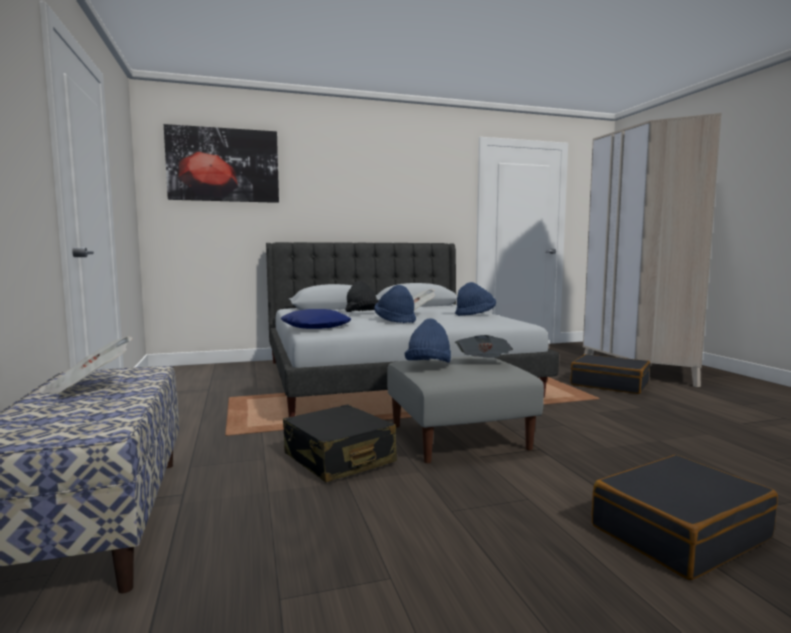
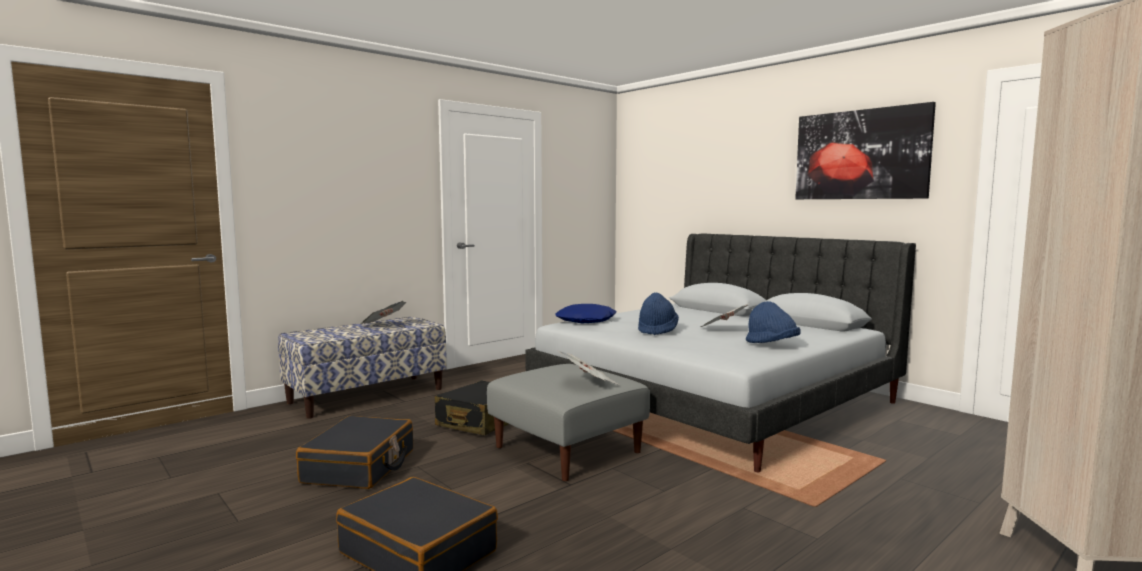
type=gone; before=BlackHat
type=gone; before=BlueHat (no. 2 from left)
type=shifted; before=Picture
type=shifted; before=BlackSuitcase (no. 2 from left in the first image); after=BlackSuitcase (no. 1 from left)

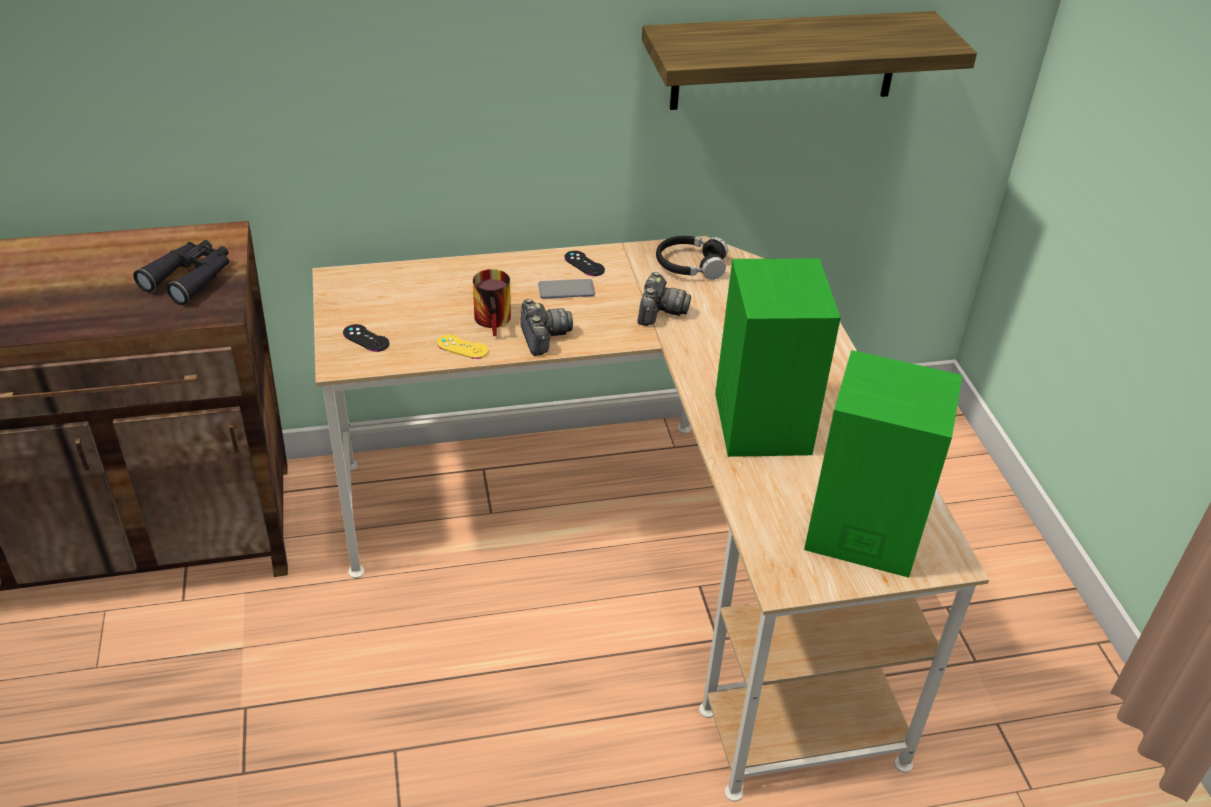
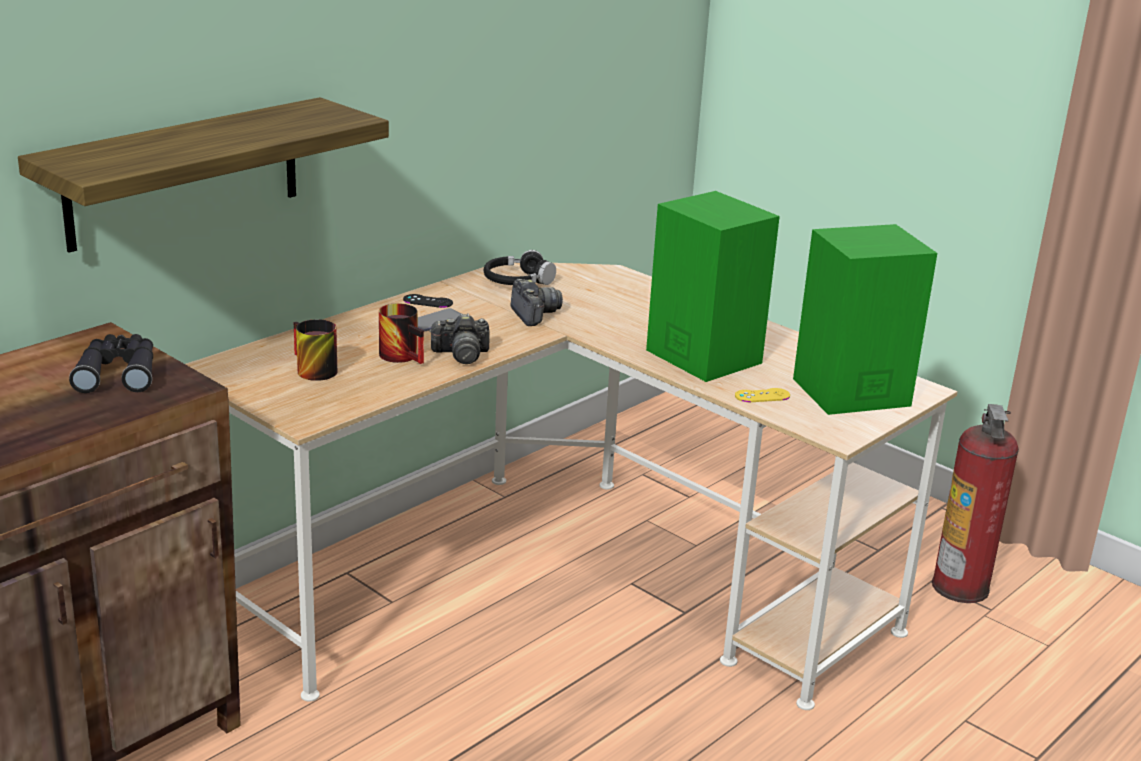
type=gone; before=BlackGameController (no. 1 from left)
type=new; after=Mug (no. 1 from left)
type=new; after=FireExtinguisher
type=shifted; before=YellowGameController
type=shifted; before=Shelf
type=rotated; before=PhotoCamera (no. 1 from left); turn=135

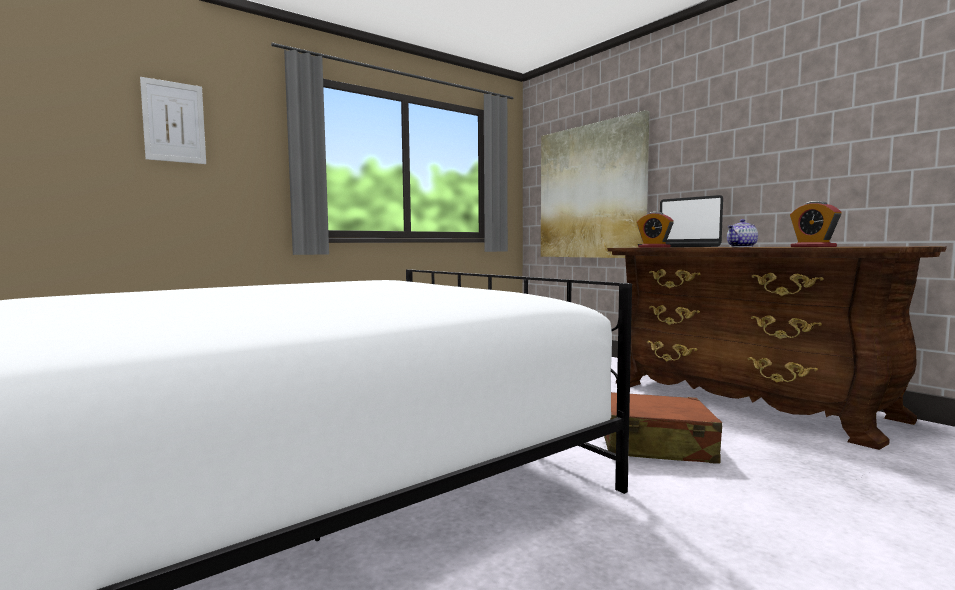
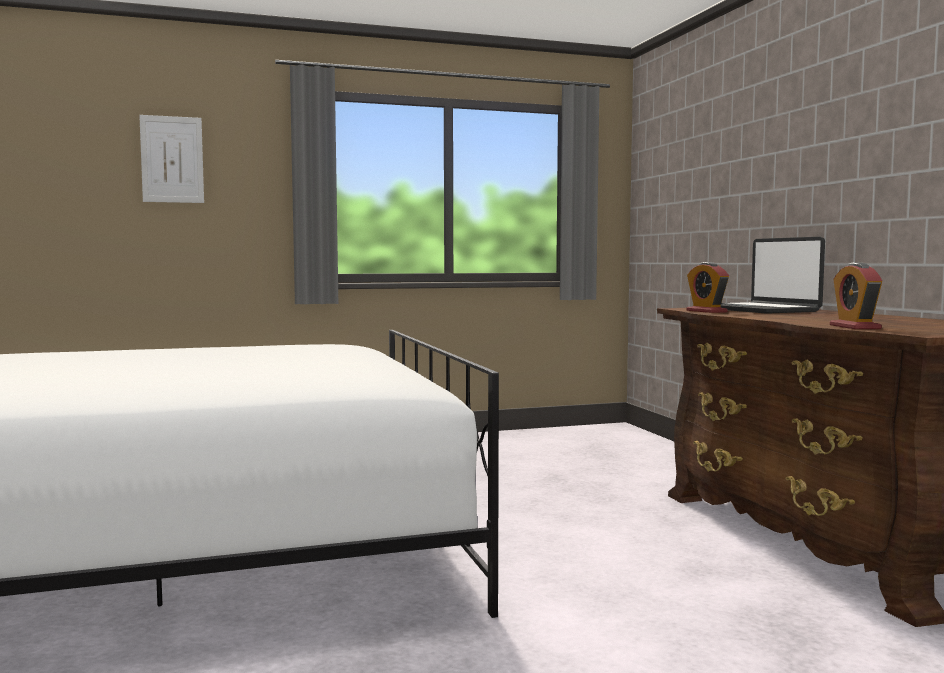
type=gone; before=Picture (no. 2 from left)
type=gone; before=BrownSuitcase
type=gone; before=Teapot

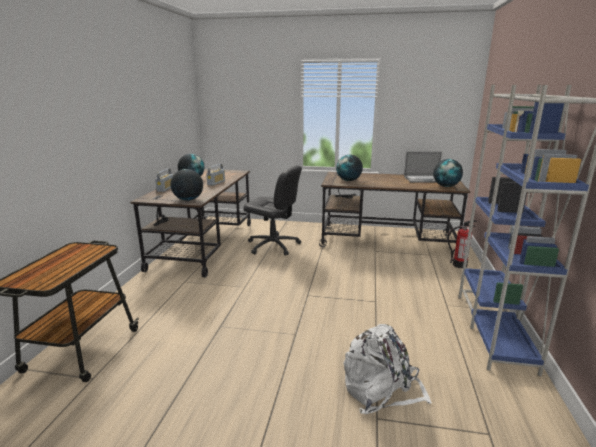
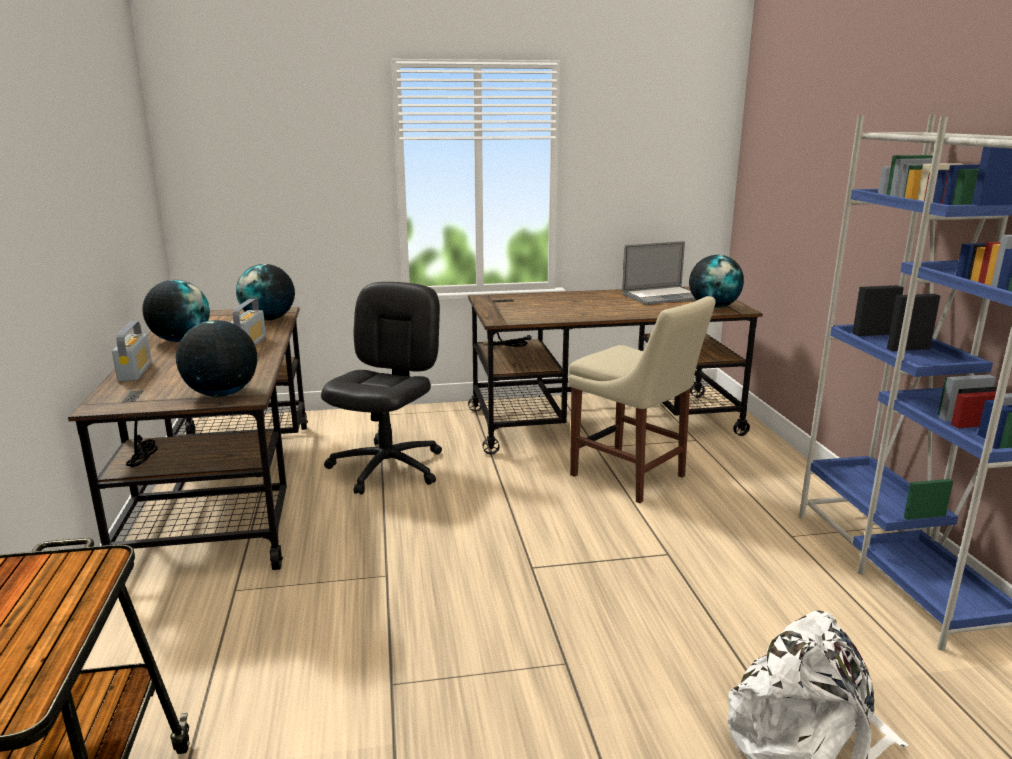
type=gone; before=FireExtinguisher
type=new; after=BeigeChair
type=shifted; before=Globe (no. 3 from left)
type=rotated; before=BlackOfficeChair; turn=-75

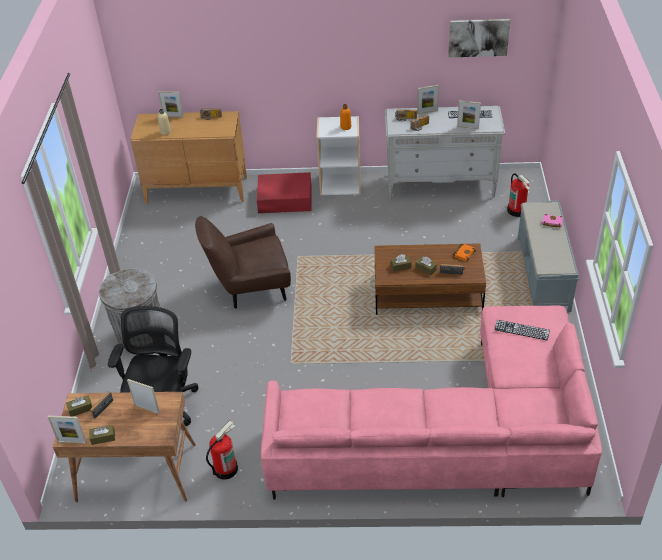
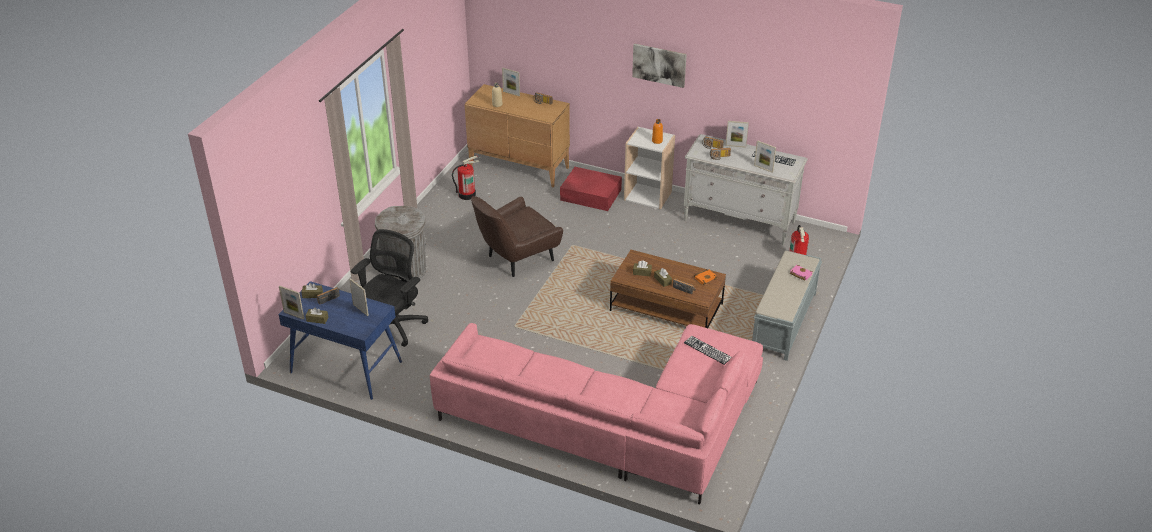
type=shifted; before=FireExtinguisher (no. 1 from left)
type=shifted; before=Picture
type=repainted; before=BrownDesk; after=BlueDesk
type=rotated; before=BrownArmchair; turn=-45

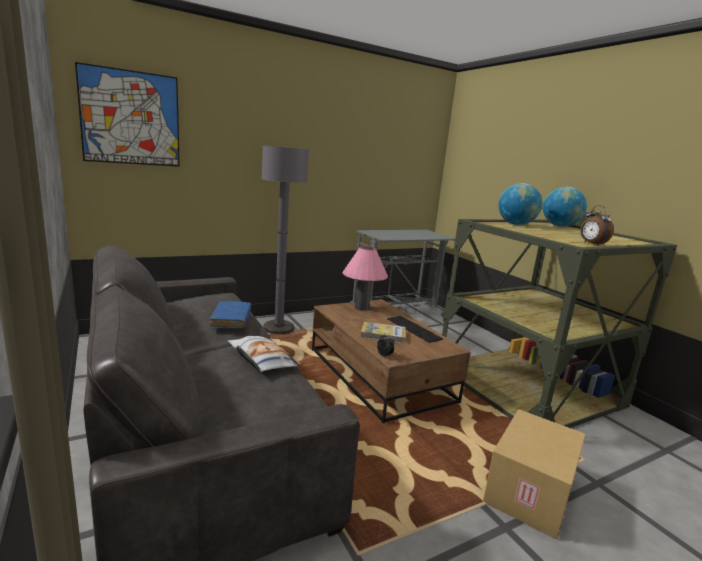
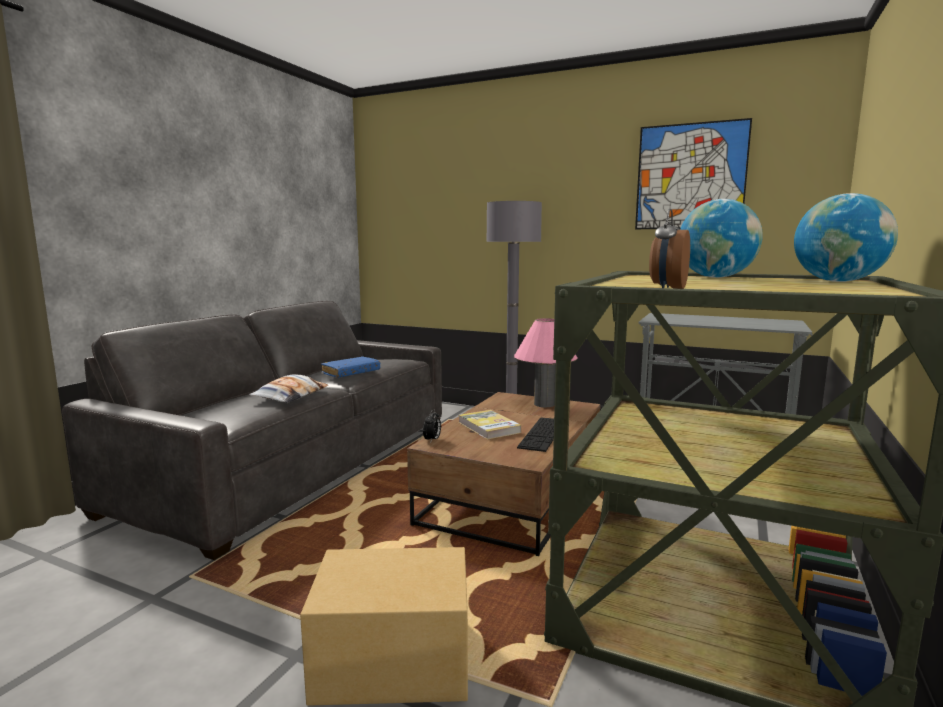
type=shifted; before=Picture

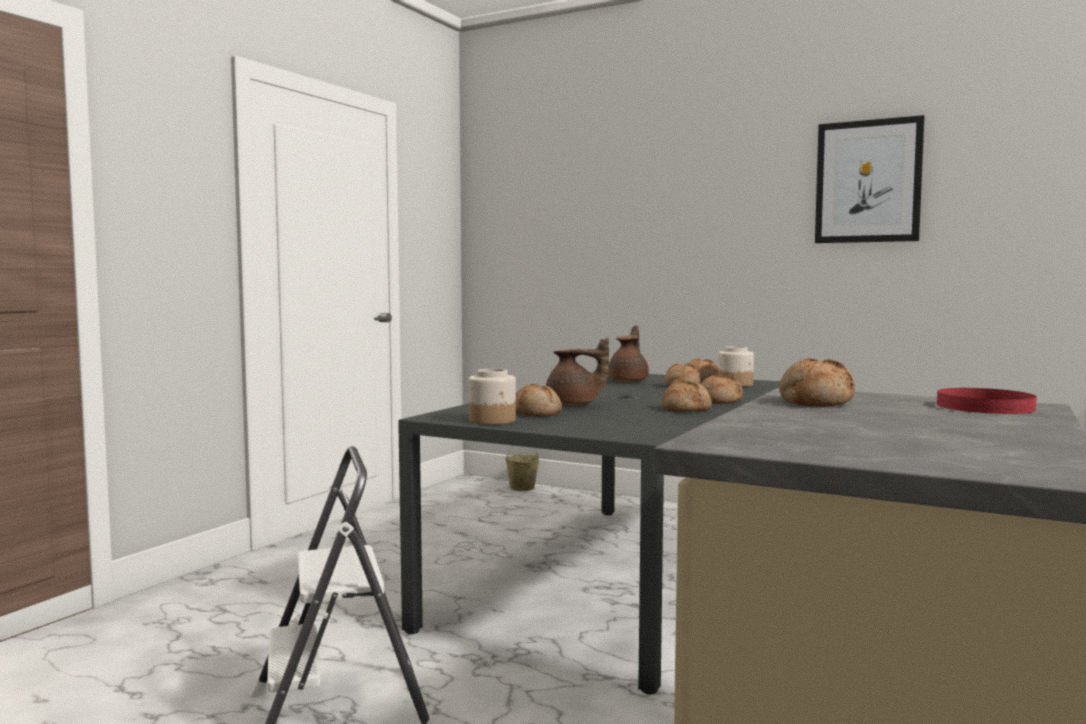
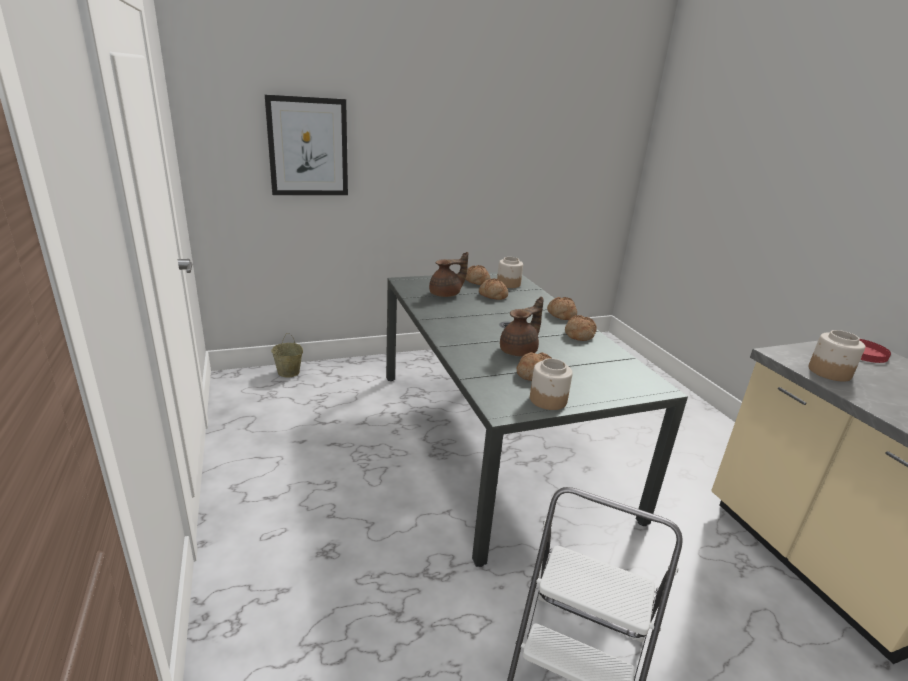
type=shifted; before=Picture
type=swapped; before=Bread (no. 6 from left); after=Jar (no. 3 from left)
type=rotated; before=BrownTeapot (no. 2 from left in the first image); turn=90

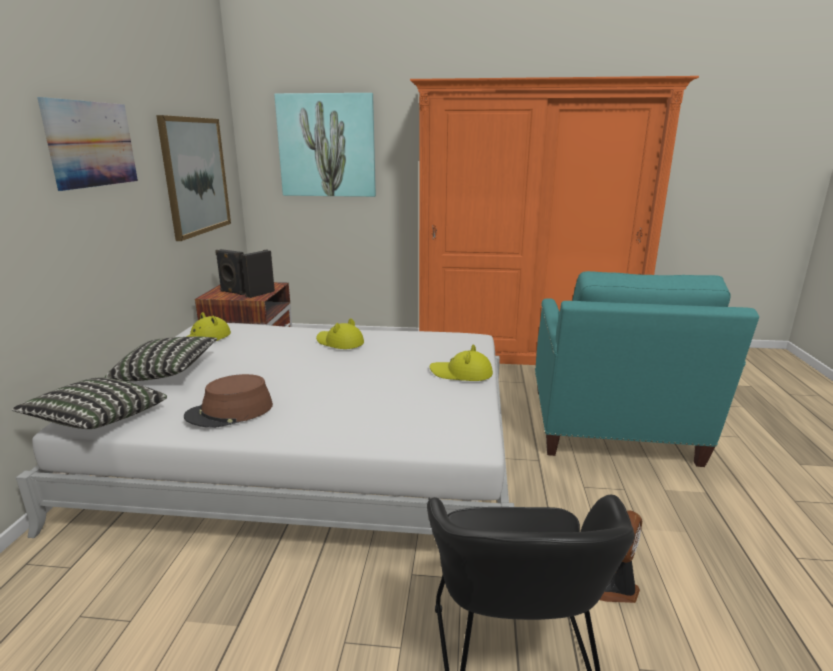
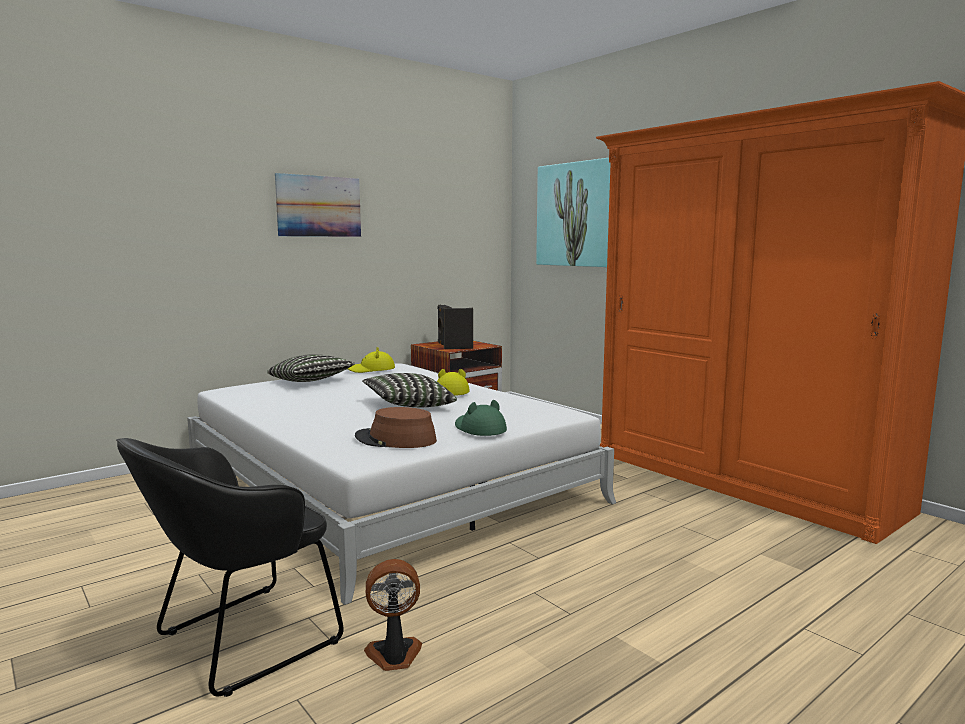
type=gone; before=Picture (no. 2 from left)
type=gone; before=TurquoiseArmchair
type=shifted; before=Pillow (no. 1 from left in the first image); after=Pillow (no. 2 from left)
type=shifted; before=BrownHat
type=repainted; before=YellowHat (no. 3 from left); after=GreenHat

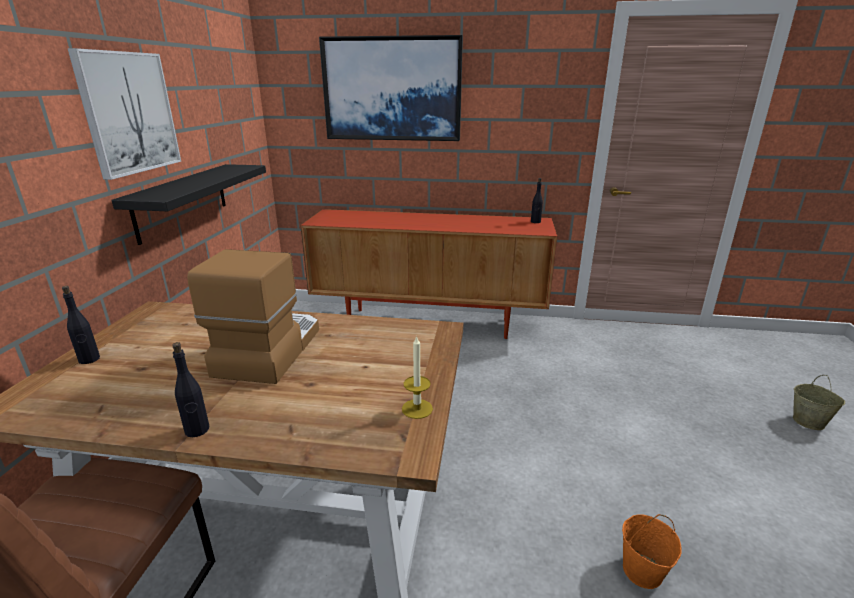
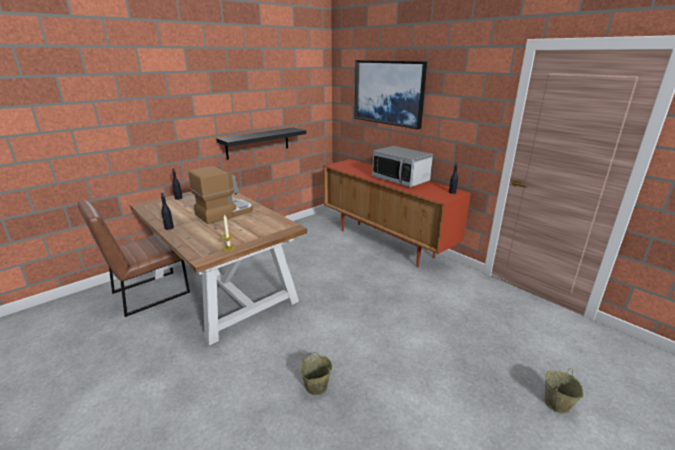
type=gone; before=Picture (no. 1 from left)
type=new; after=Microwave
type=repainted; before=OrangeBucket; after=BeigeBucket (no. 1 from left)

